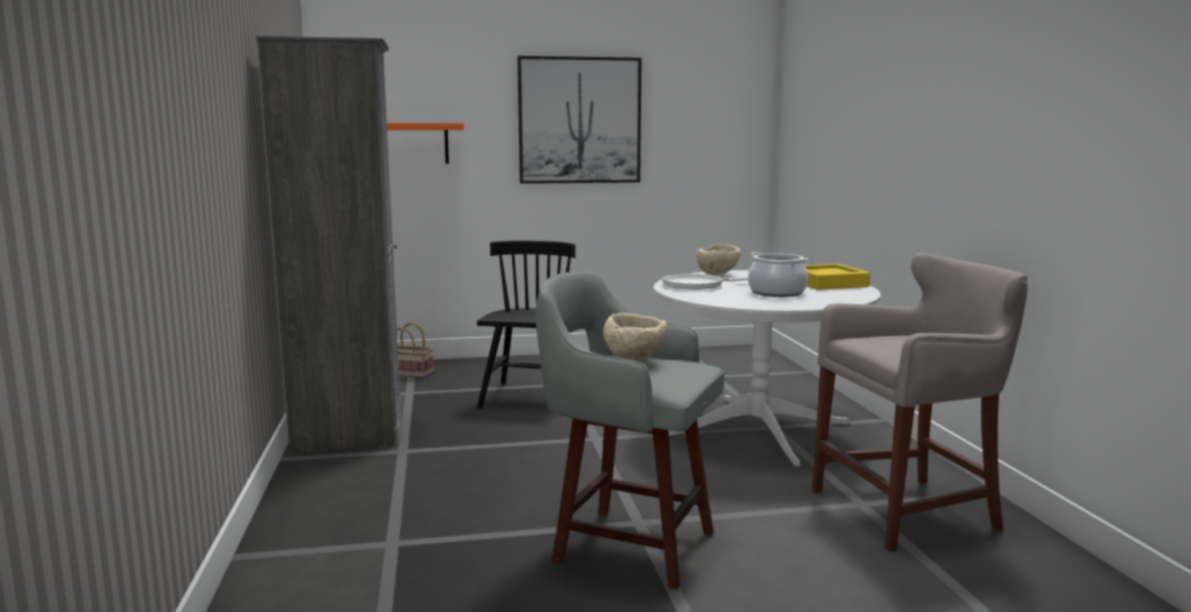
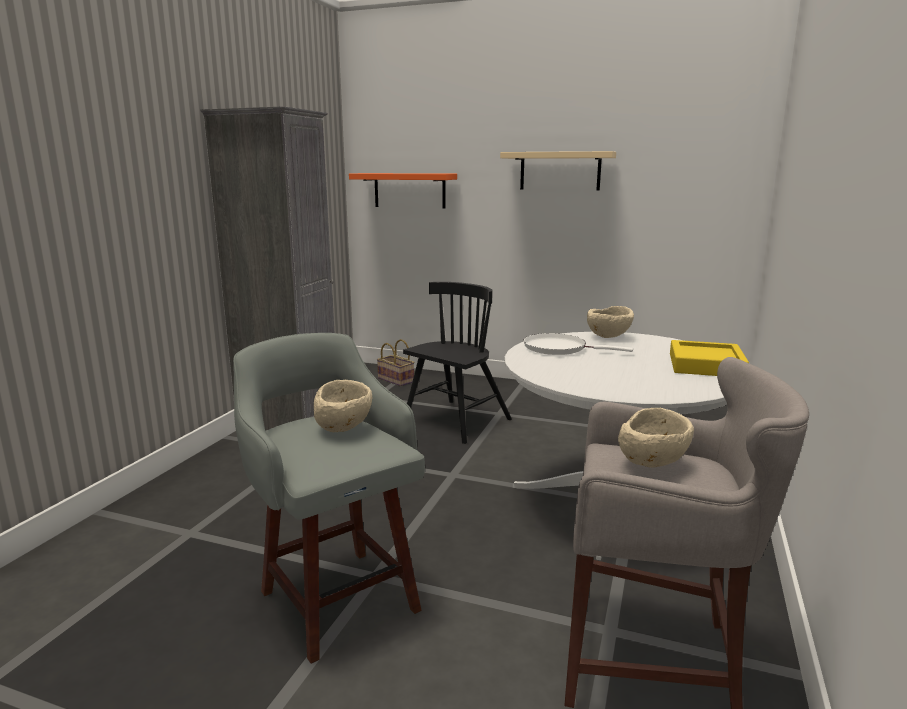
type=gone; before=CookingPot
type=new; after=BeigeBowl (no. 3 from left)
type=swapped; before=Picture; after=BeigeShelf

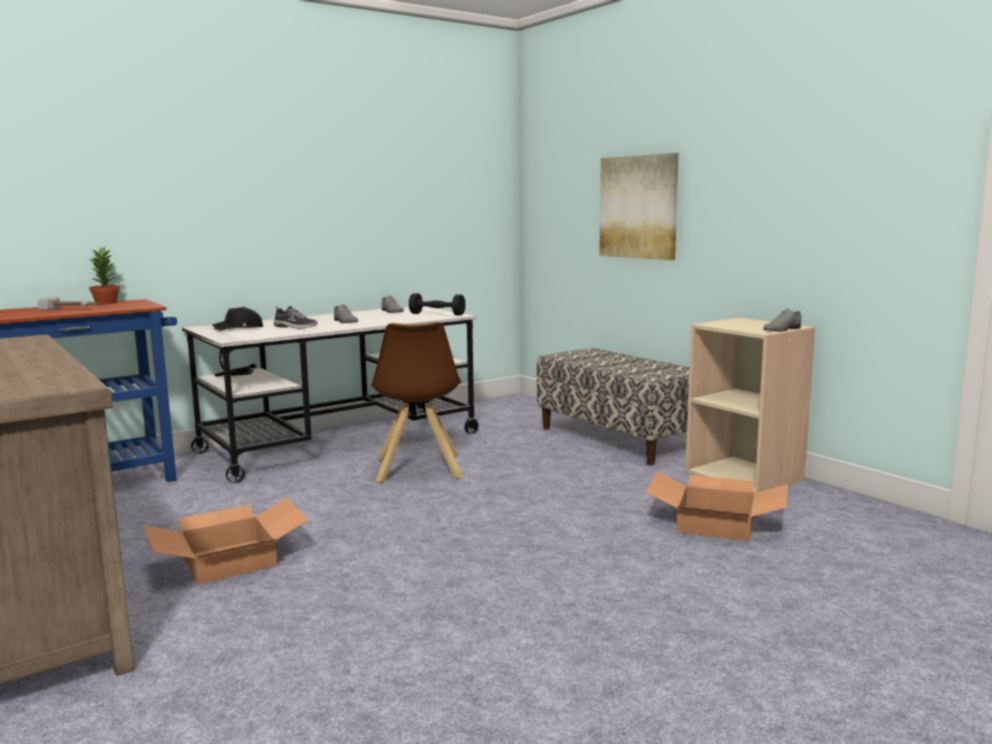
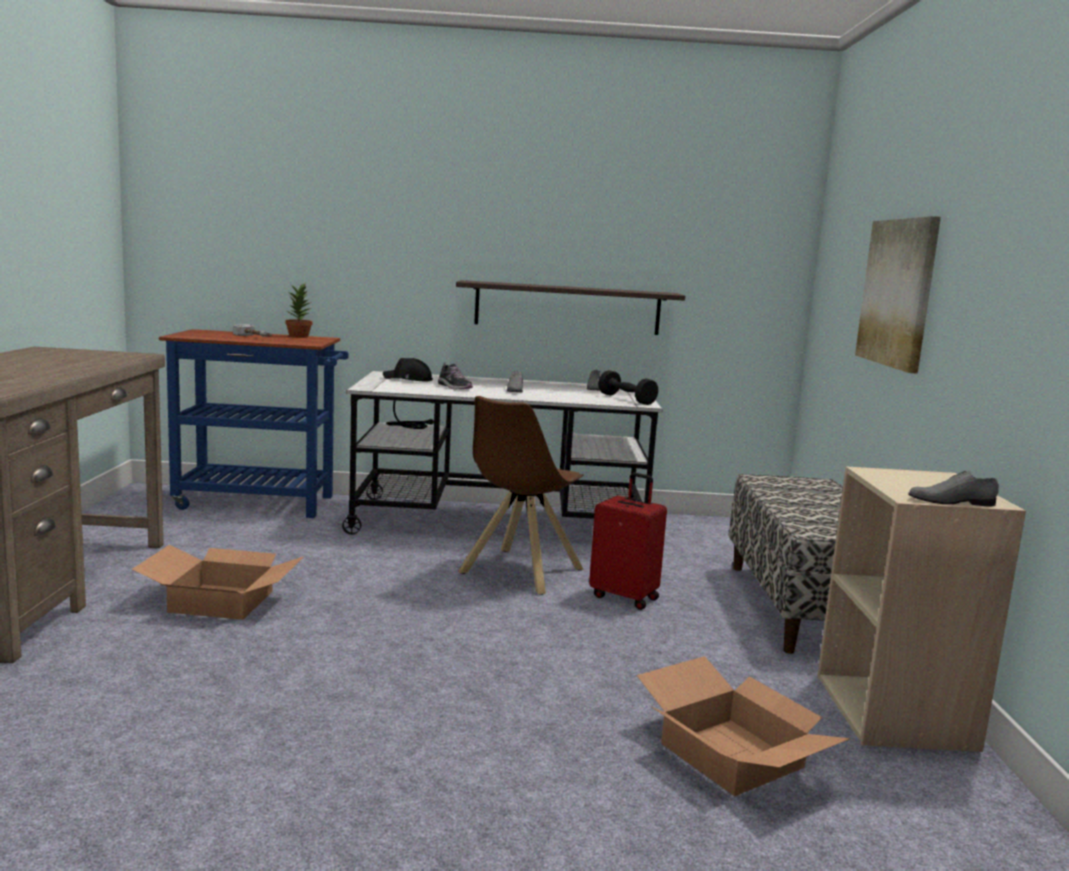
type=new; after=Shelf
type=new; after=RedSuitcase

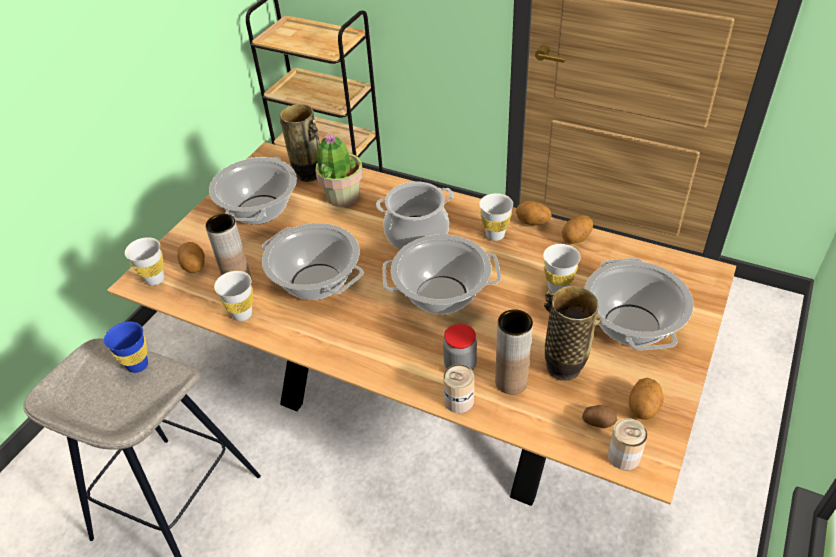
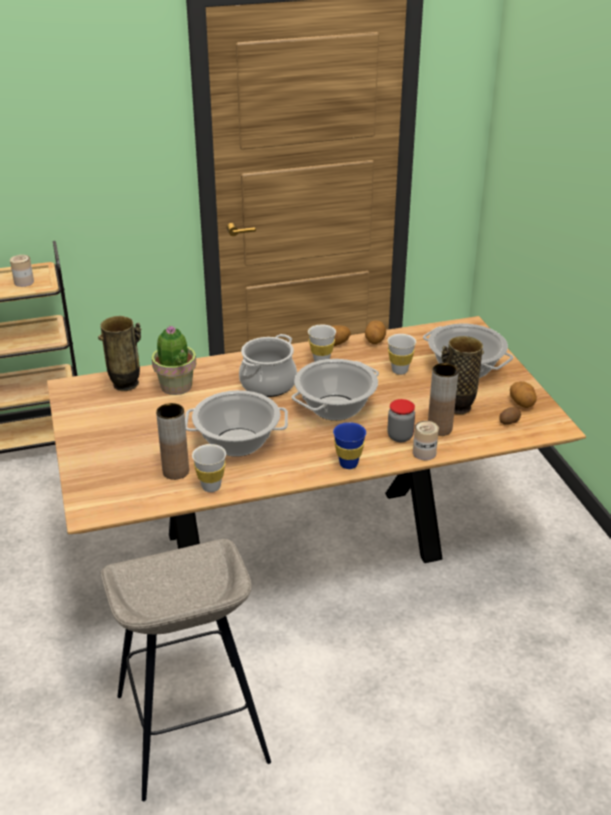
type=gone; before=WhiteCup (no. 1 from left)
type=gone; before=Potato (no. 1 from left)
type=gone; before=CookingPot (no. 1 from left)
type=shifted; before=BlueCup
type=shifted; before=Can (no. 2 from left in the first image); after=Can (no. 1 from left)

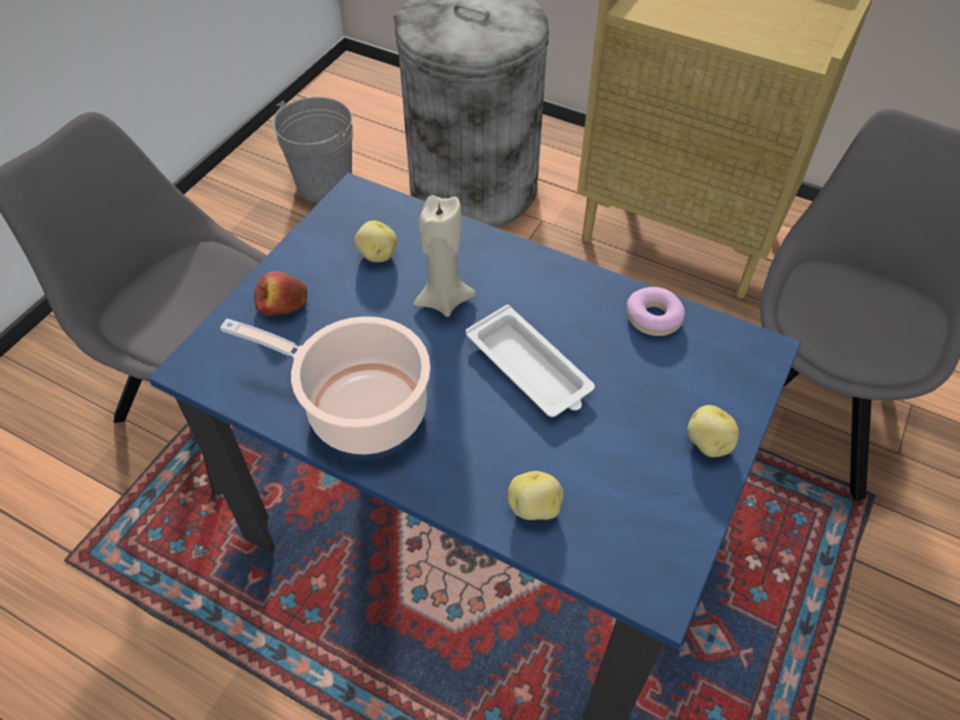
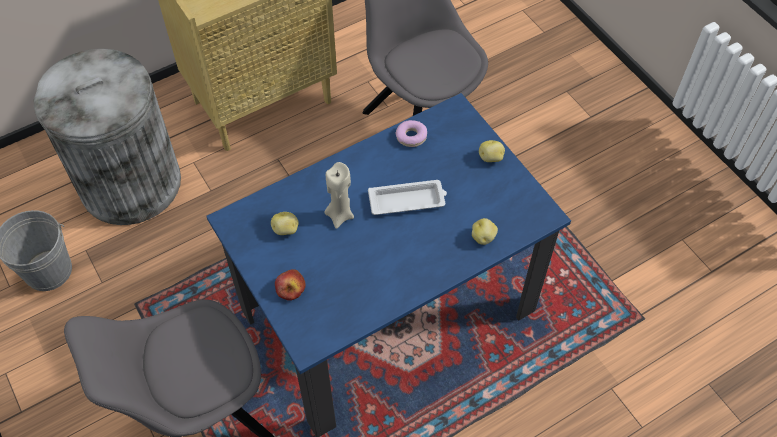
type=gone; before=CookingPot

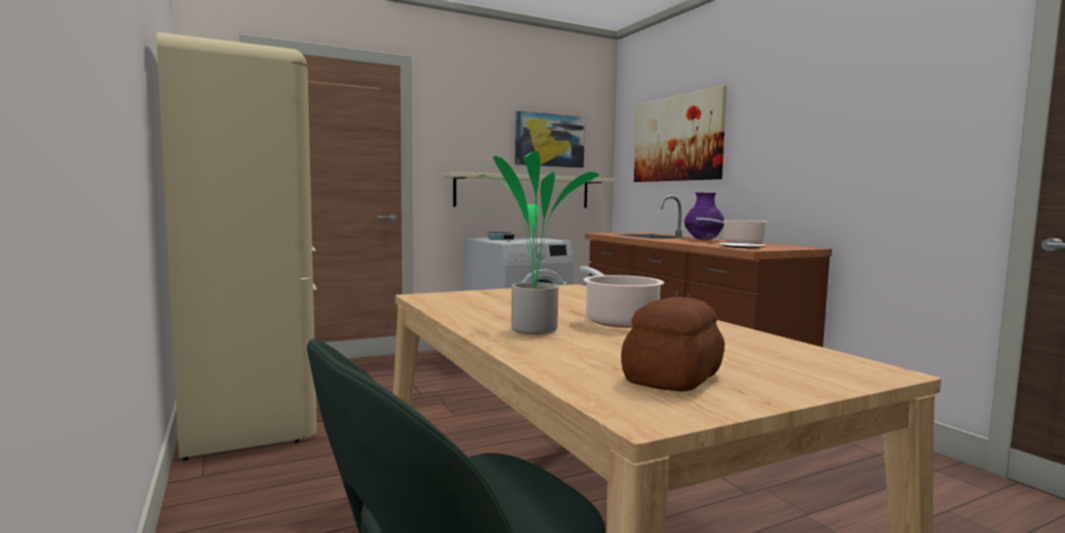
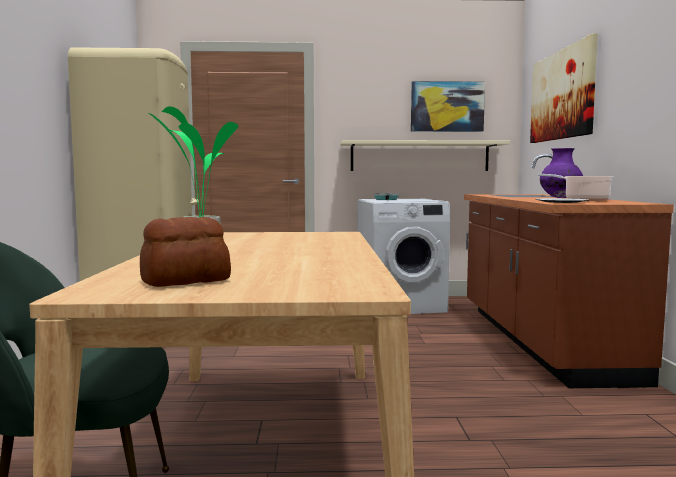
type=gone; before=CookingPot (no. 1 from left)

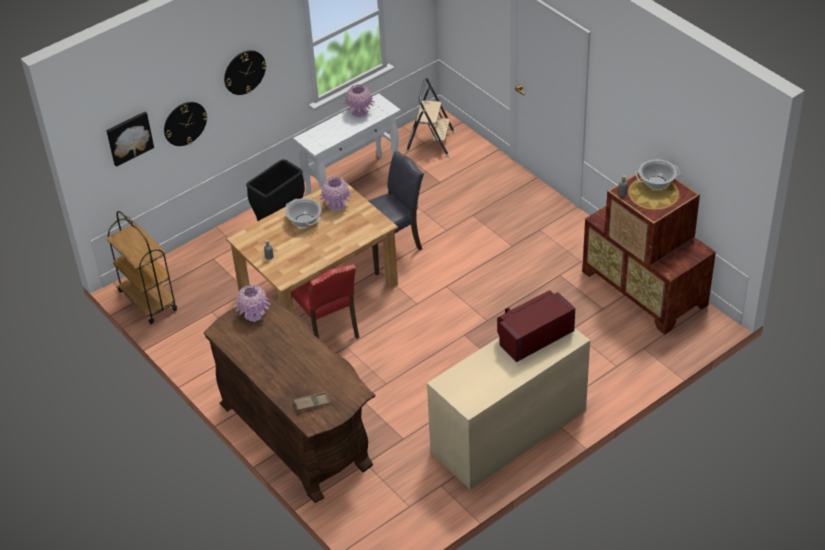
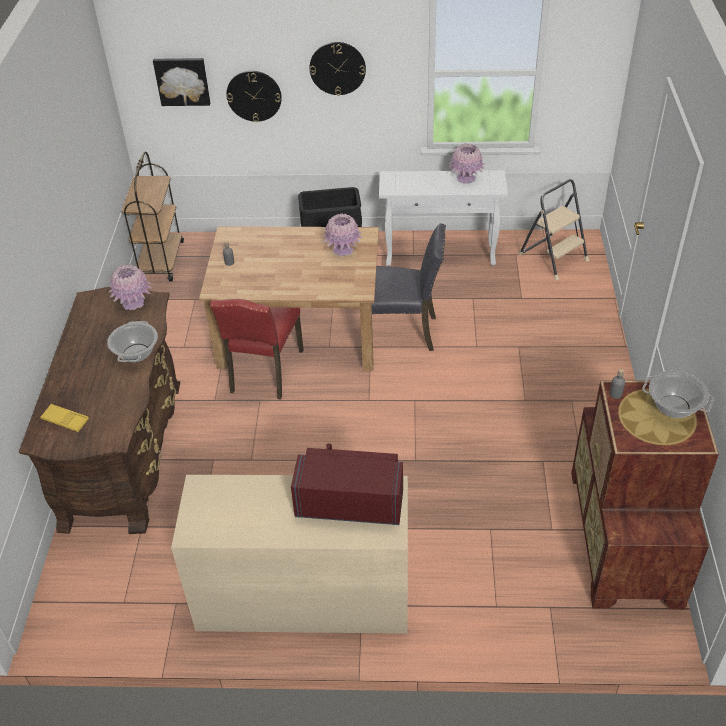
type=shifted; before=CookingPot (no. 1 from left)
type=repainted; before=BrownTray; after=YellowTray

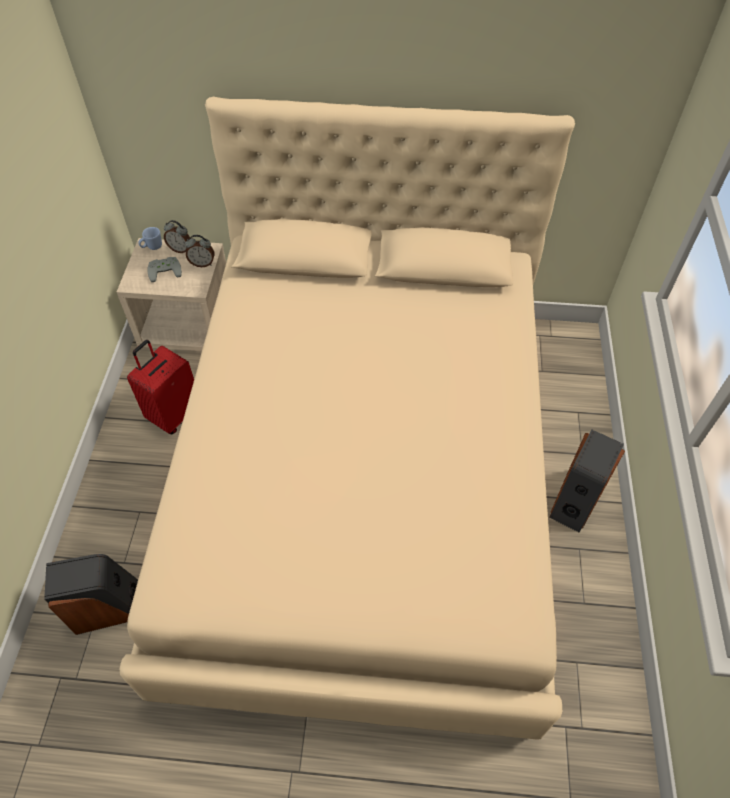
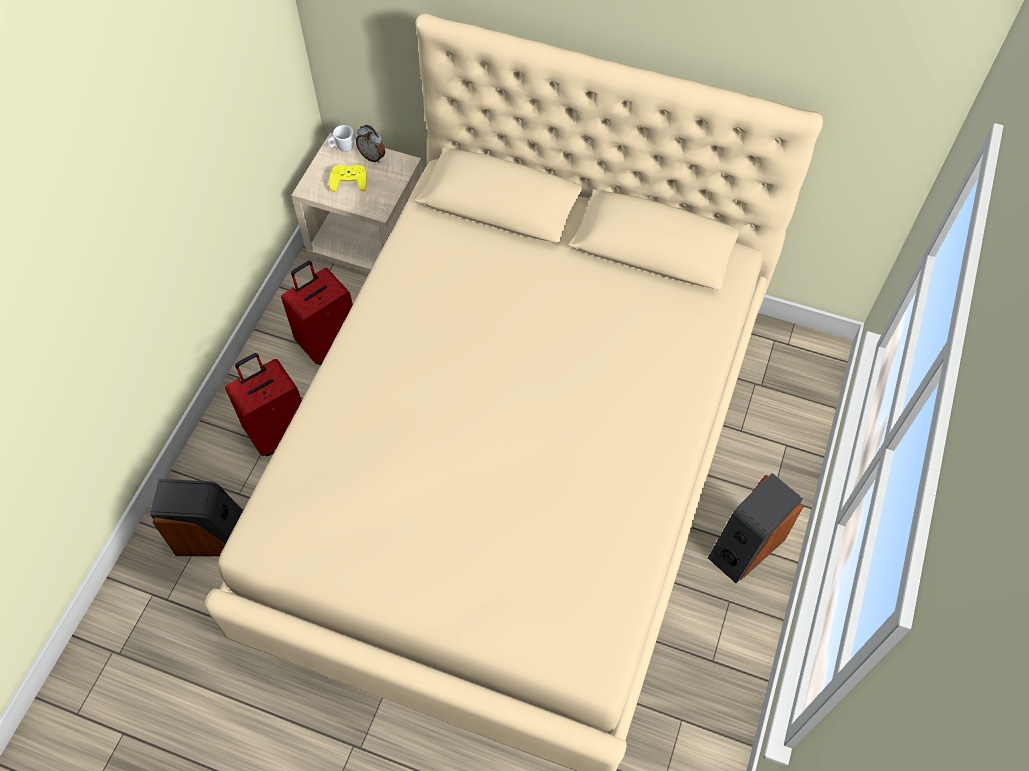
type=gone; before=AlarmClock (no. 2 from left)
type=new; after=RedSuitcase (no. 1 from left)
type=repainted; before=BlueMug; after=WhiteMug
type=repainted; before=GreyGameController; after=YellowGameController

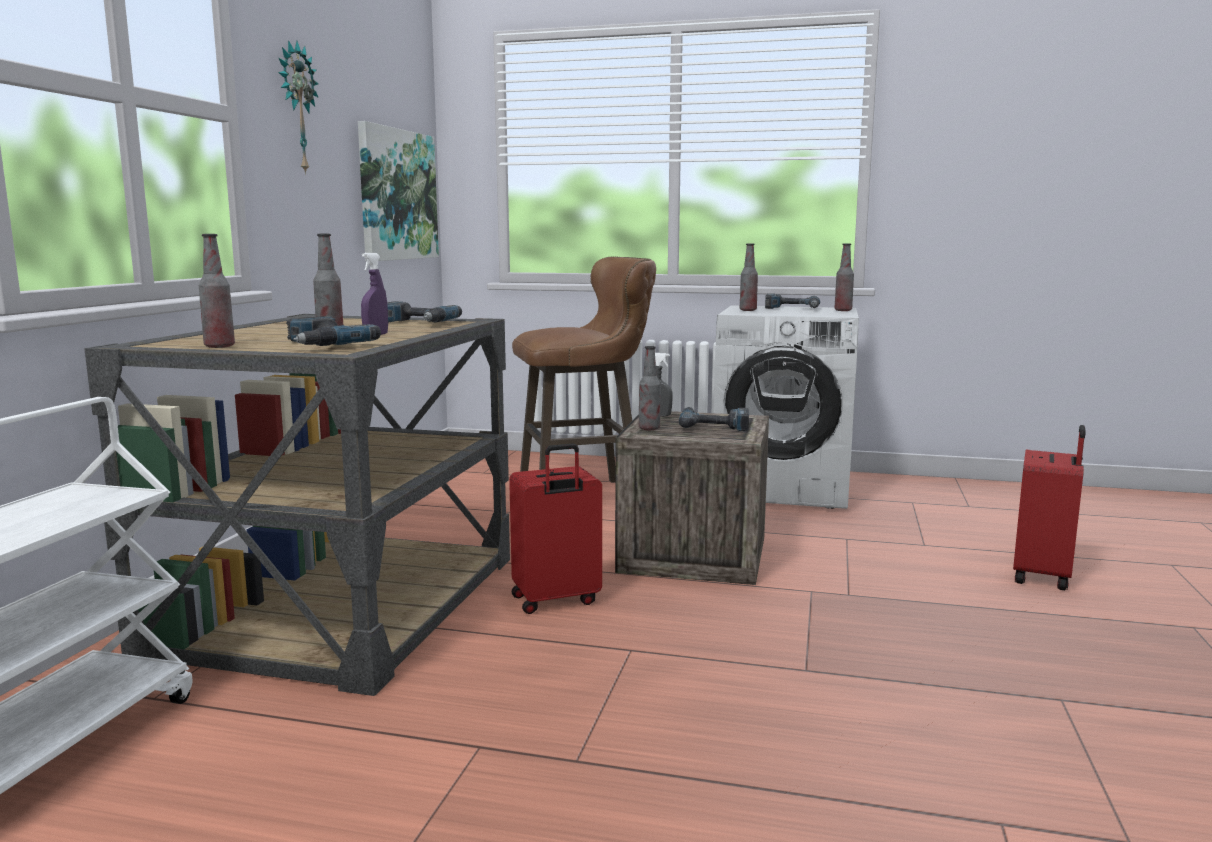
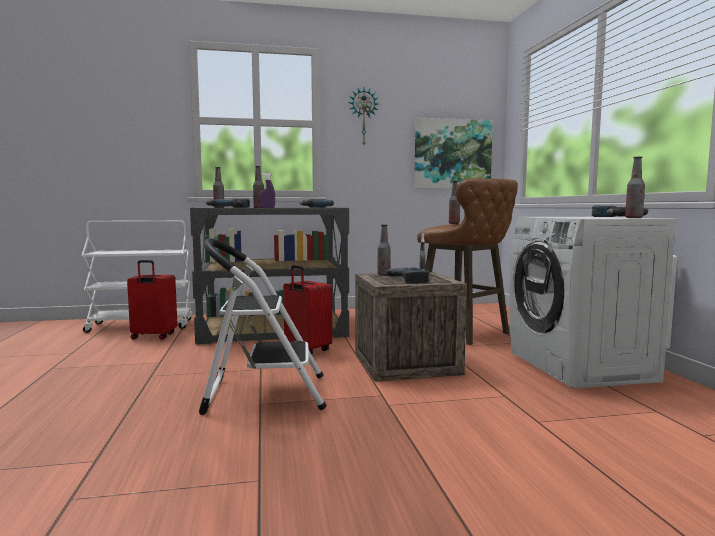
type=new; after=StepLadder
type=shifted; before=Bottle (no. 4 from left)
type=shifted; before=RedSuitcase (no. 2 from left in the first image); after=RedSuitcase (no. 1 from left)

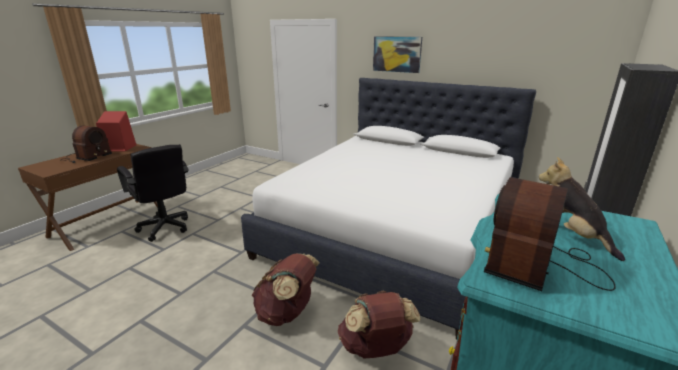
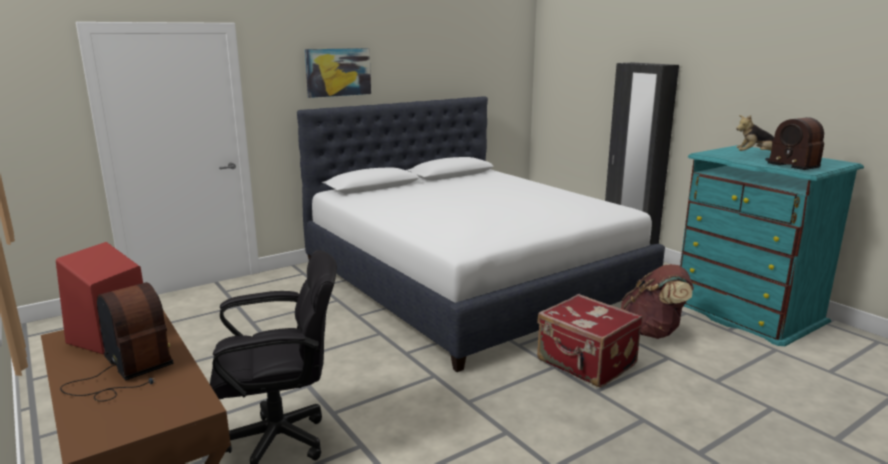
type=swapped; before=BrownBackpack (no. 1 from left); after=RedSuitcase

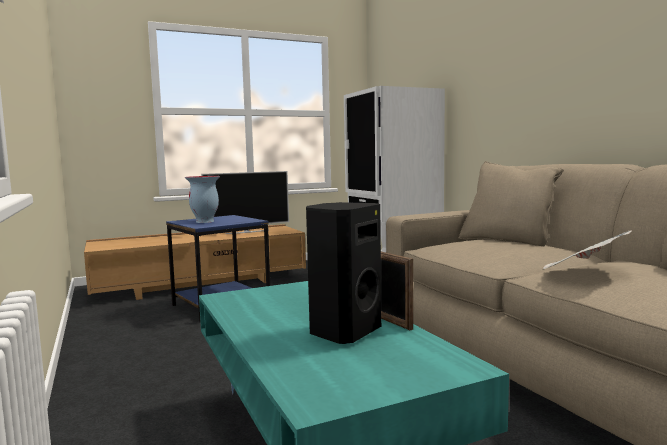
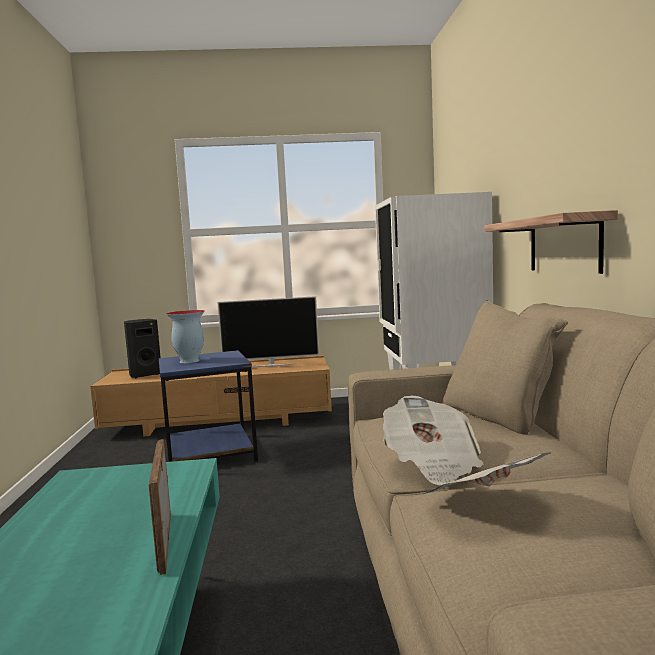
type=new; after=Newspaper (no. 1 from left)
type=new; after=Shelf
type=shifted; before=BlackSpeaker

